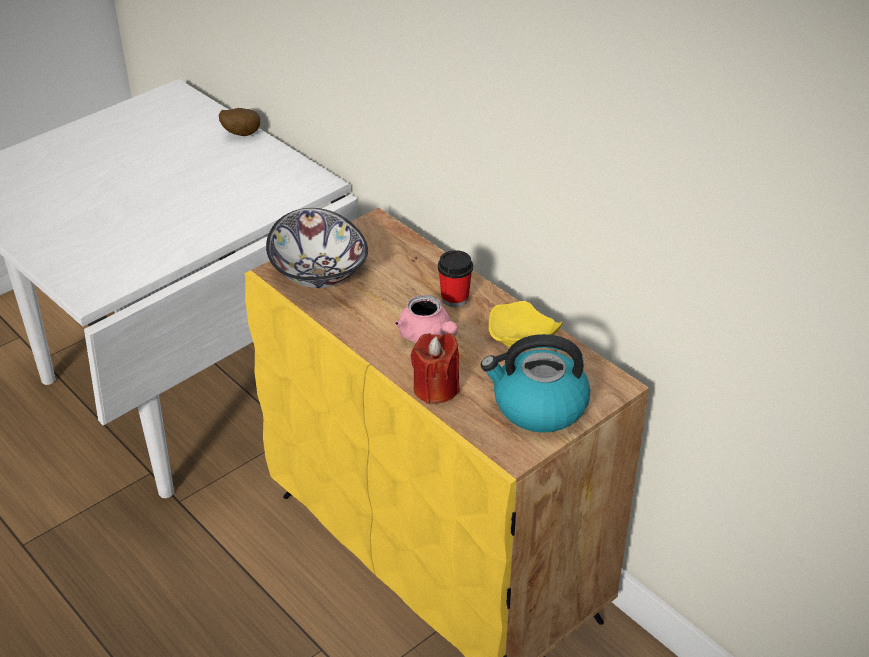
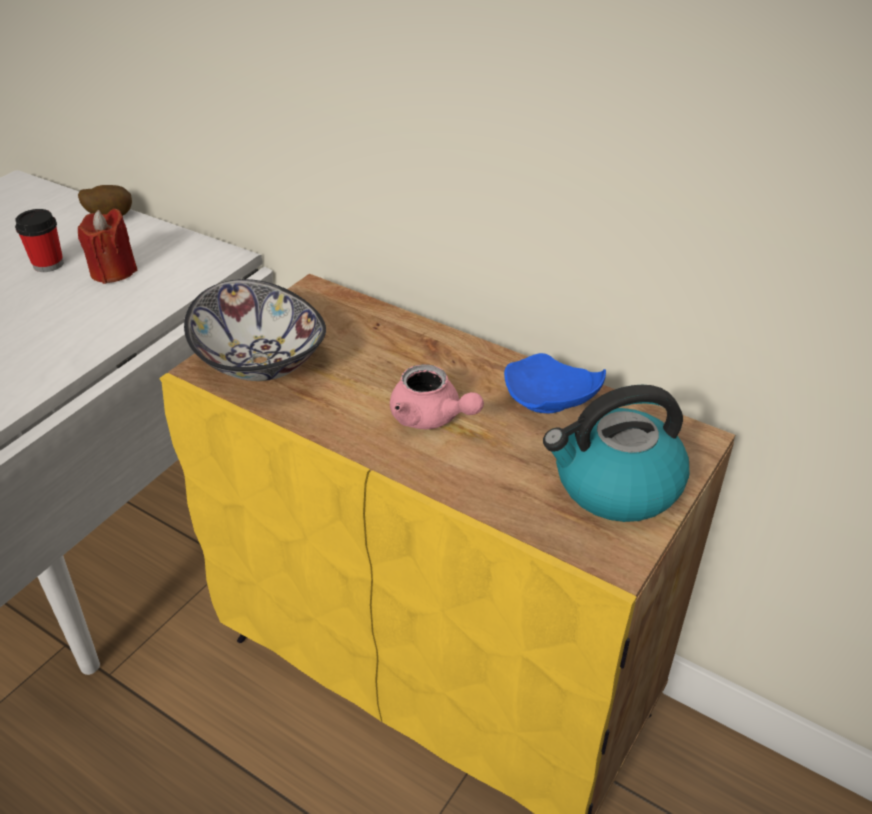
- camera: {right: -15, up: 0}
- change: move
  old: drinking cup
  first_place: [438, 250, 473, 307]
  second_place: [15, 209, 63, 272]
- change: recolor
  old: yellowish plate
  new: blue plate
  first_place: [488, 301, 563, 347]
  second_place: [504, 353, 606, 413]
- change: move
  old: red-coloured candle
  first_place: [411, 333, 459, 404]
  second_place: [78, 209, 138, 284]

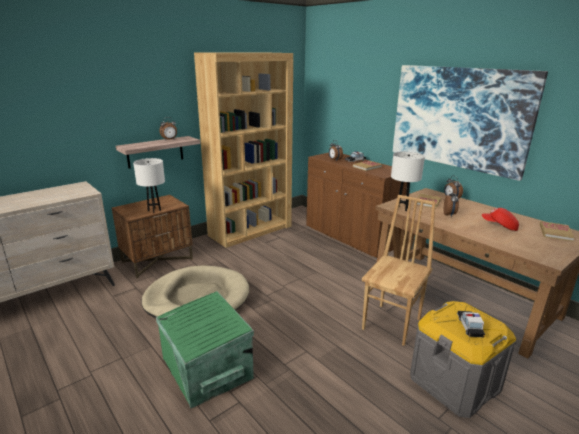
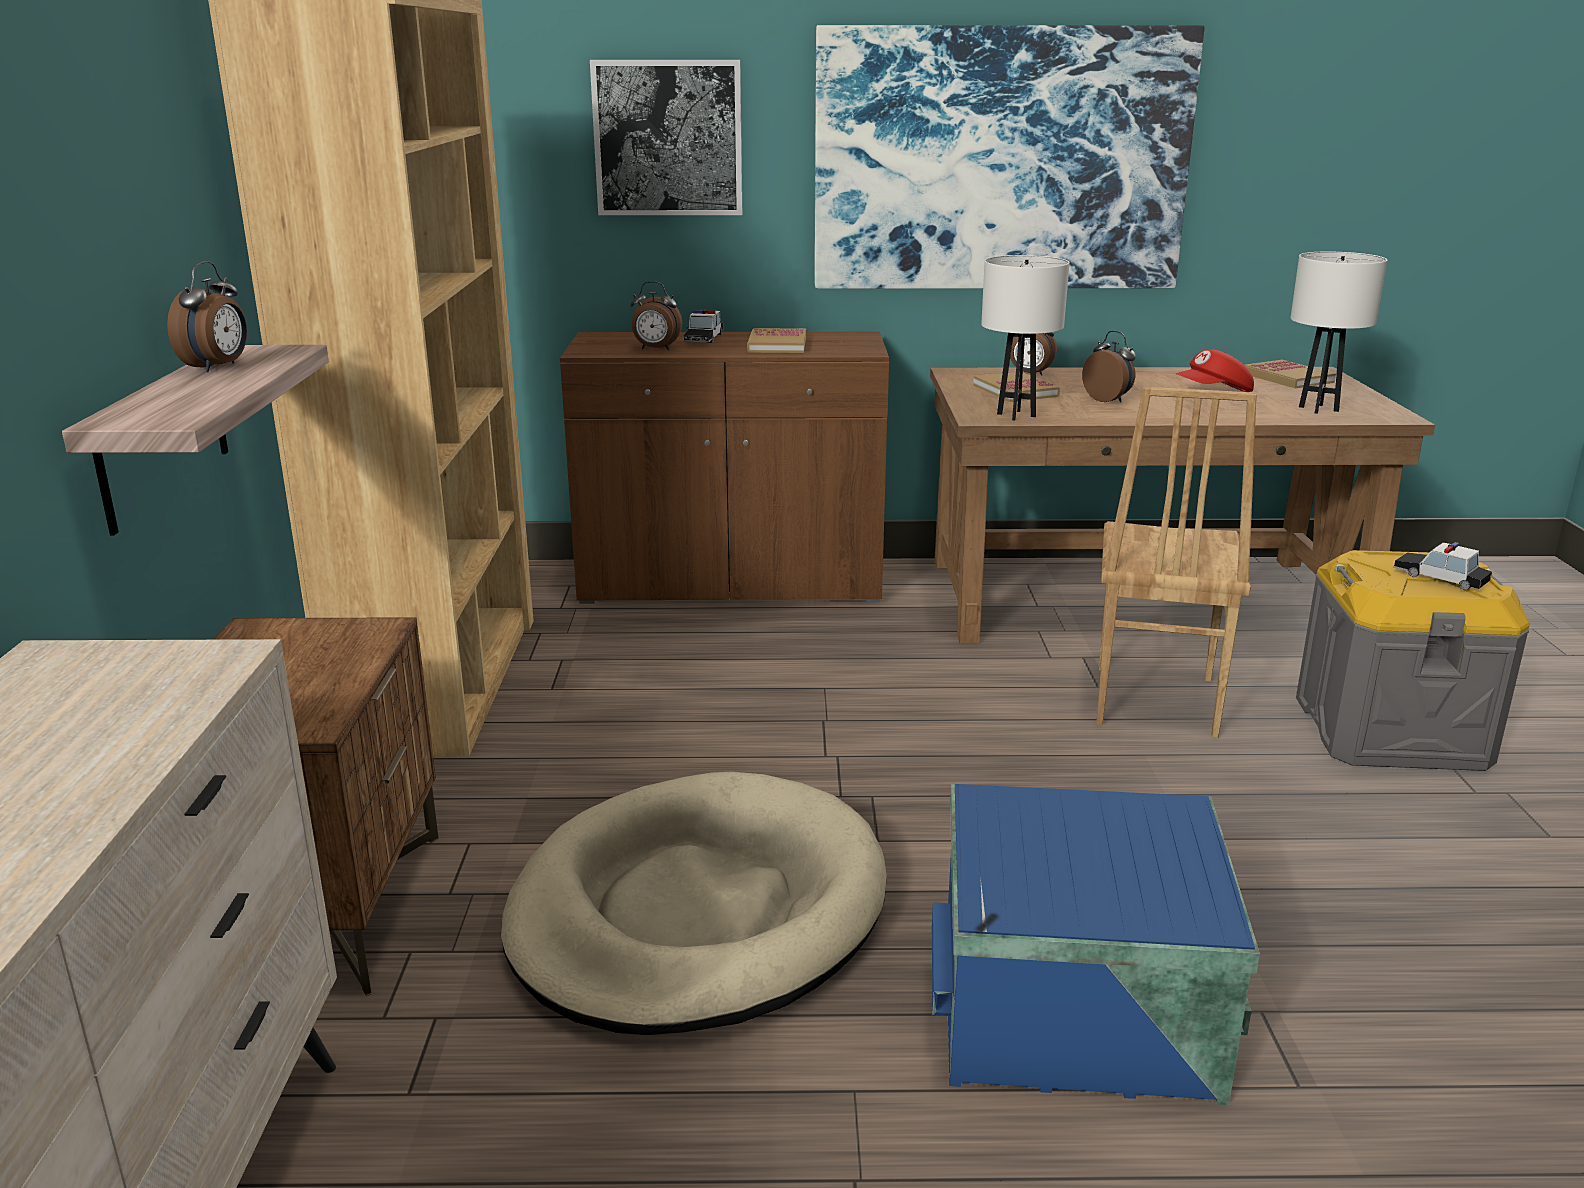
- camera: {right: -50, up: 0}
- change: move
  old: white table lamp
  first_place: [133, 158, 165, 213]
  second_place: [1290, 252, 1388, 414]
- change: rotate
  old: brown upright chair
  first_place: [362, 195, 436, 346]
  second_place: [1096, 387, 1257, 738]
  degrees: -150
- change: recolor
  old: green storage bin
  new: blue storage bin
  first_place: [156, 291, 254, 408]
  second_place: [932, 784, 1260, 1105]
- change: insert
  new: wall art
  second_place: [590, 60, 742, 215]

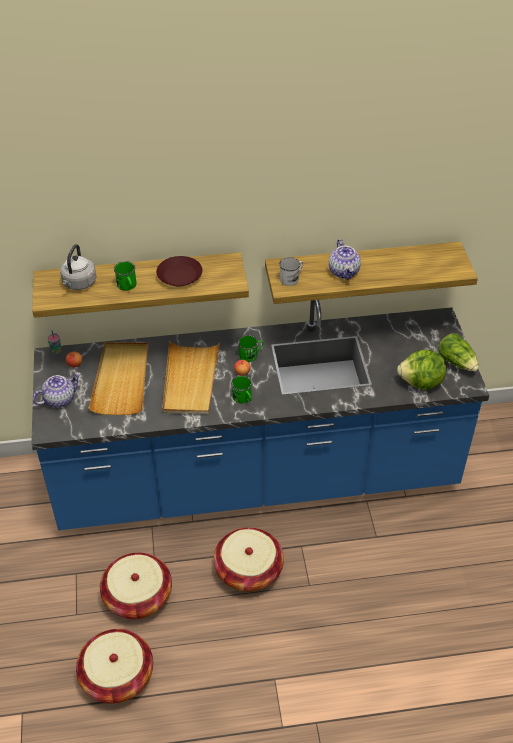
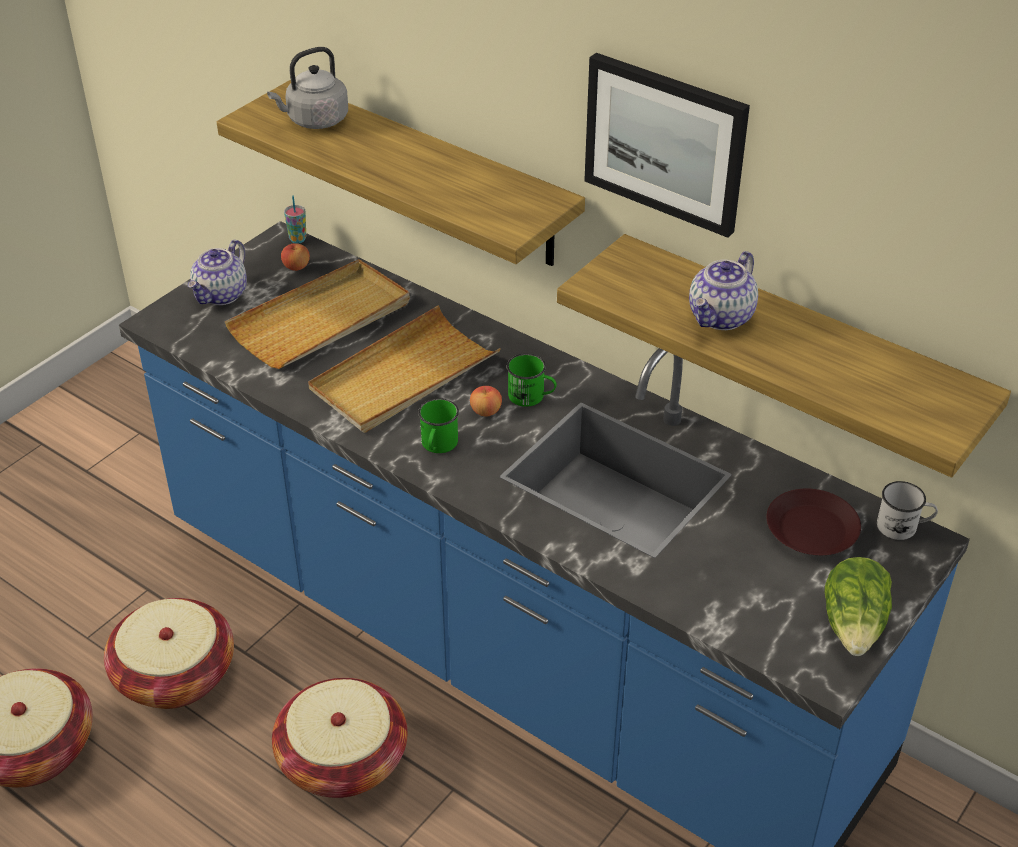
- camera: {right: 45, up: -5}
- change: move
  old: brown plate
  first_place: [156, 256, 202, 286]
  second_place: [766, 489, 861, 555]
- change: move
  old: white tea mug
  first_place: [279, 257, 304, 286]
  second_place: [877, 481, 938, 540]
- change: delete
  old: green tea mug
  first_place: [114, 261, 136, 291]
- change: delete
  old: lettuce head
  first_place: [397, 350, 446, 390]
- change: rotate
  old: tea pot
  first_place: [33, 372, 81, 408]
  second_place: [188, 240, 247, 305]
  degrees: 105
- change: insert
  new: wall art
  second_place: [584, 53, 750, 238]

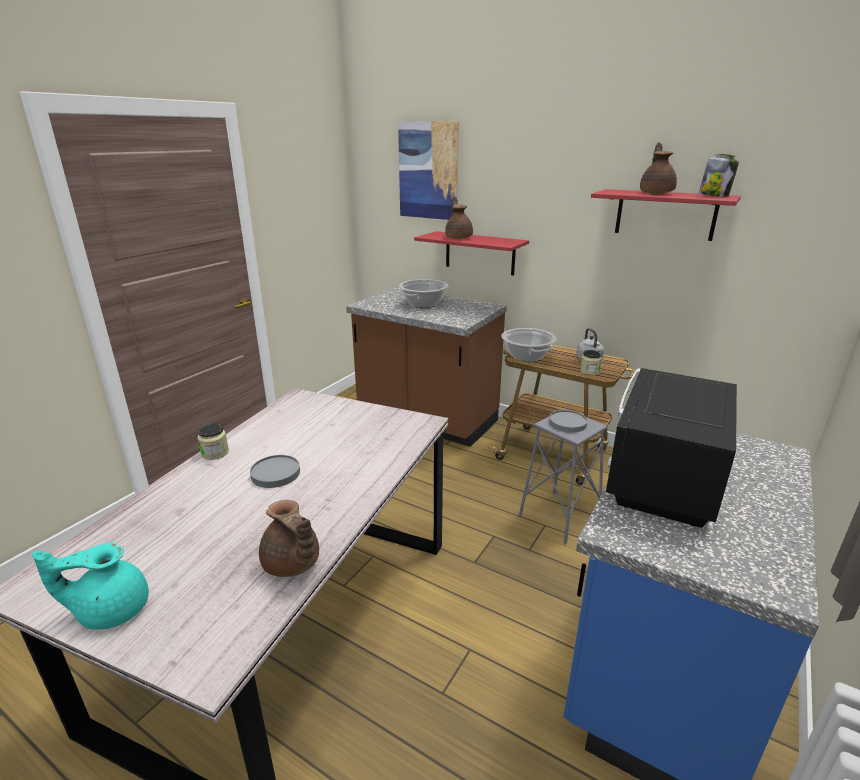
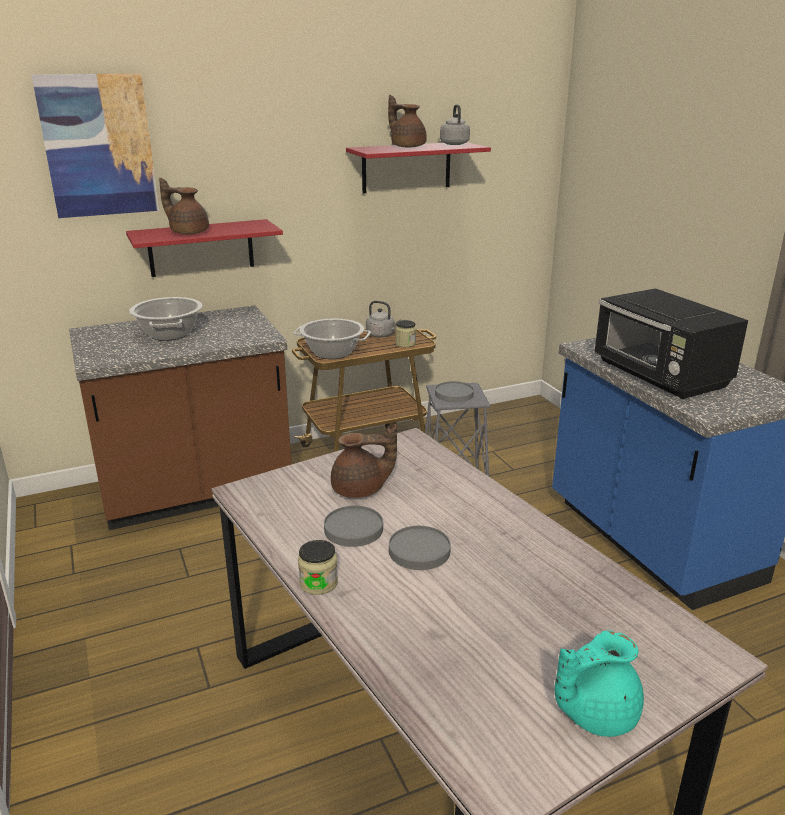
- camera: {right: -55, up: 0}
- change: replace
  old: preserve jar
  new: gray water kettle
  first_place: [699, 154, 739, 197]
  second_place: [440, 104, 470, 145]
- change: move
  old: brown tea pot
  first_place: [259, 500, 319, 577]
  second_place: [331, 424, 397, 498]
- change: rotate
  old: turquoise tea pot
  first_place: [32, 543, 149, 630]
  second_place: [555, 630, 644, 737]
  degrees: 45
- change: insert
  new: gray plate
  second_place: [324, 506, 383, 547]

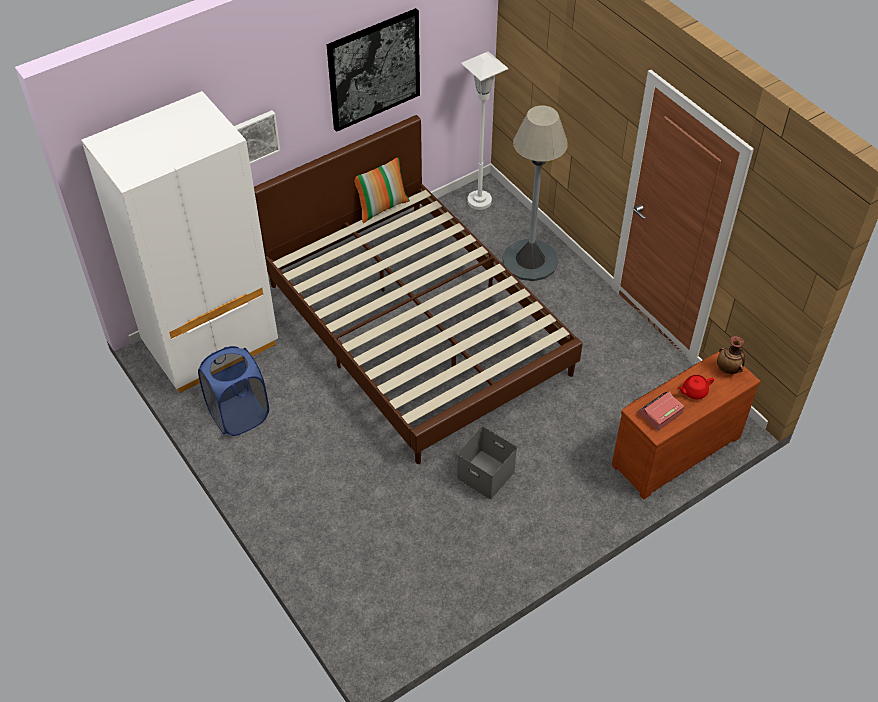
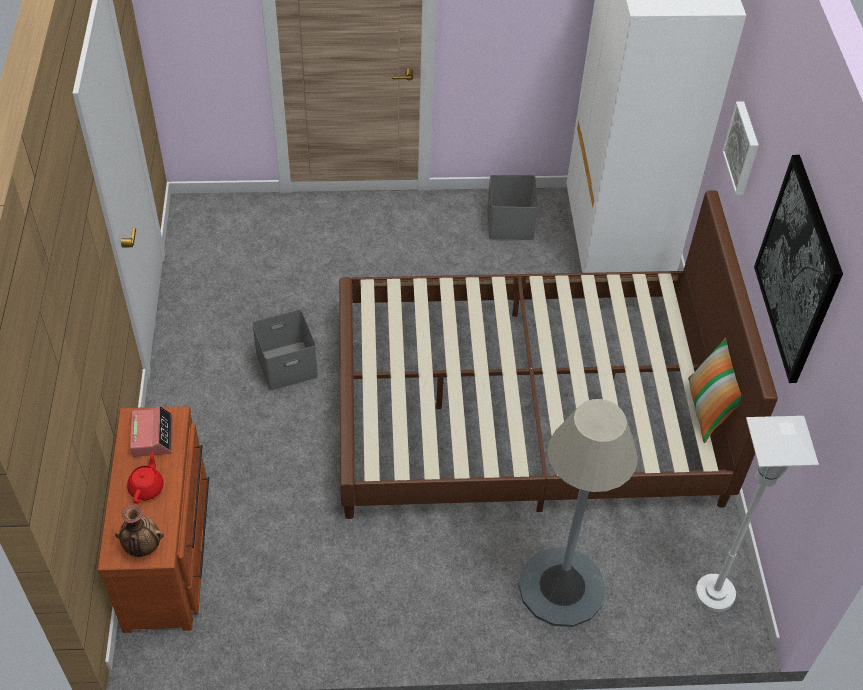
- camera: {right: 120, up: 0}
- change: replace
  old: blue hamper
  new: gray storage bin
  first_place: [198, 346, 269, 436]
  second_place: [487, 175, 538, 241]

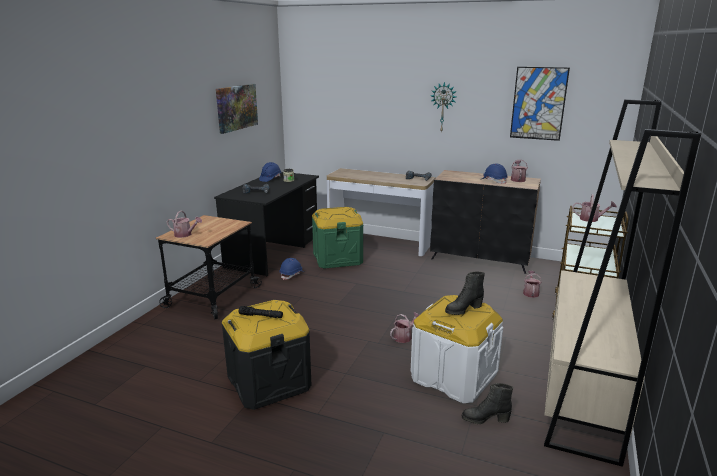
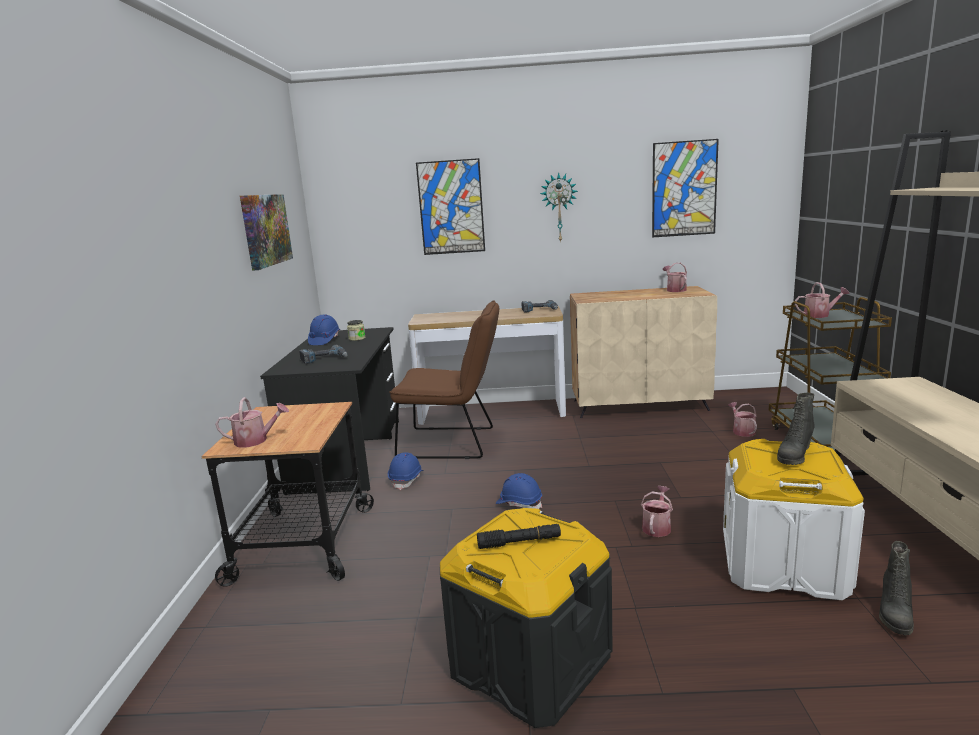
- camera: {right: -20, up: -5}
- change: move
  old: blue hard hat
  first_place: [482, 163, 508, 184]
  second_place: [496, 473, 542, 509]
- change: recolor
  old: black-coloured storage cabinet
  new: beige-coloured storage cabinet
  first_place: [430, 170, 541, 274]
  second_place: [570, 286, 717, 418]
- change: replace
  old: green storage bin
  new: brown upright chair
  first_place: [312, 207, 363, 269]
  second_place: [389, 300, 499, 459]
- change: rotate
  old: black-coloured tall boot
  first_place: [462, 383, 513, 424]
  second_place: [879, 541, 914, 635]
  degrees: -45
- change: insert
  new: wall art
  second_place: [416, 158, 485, 255]

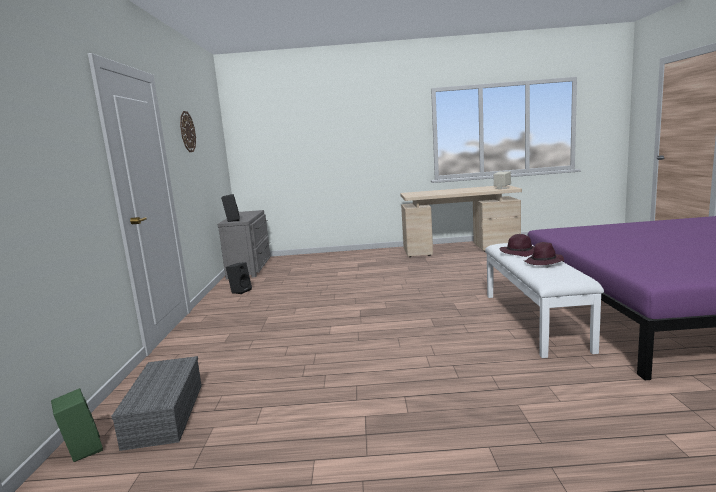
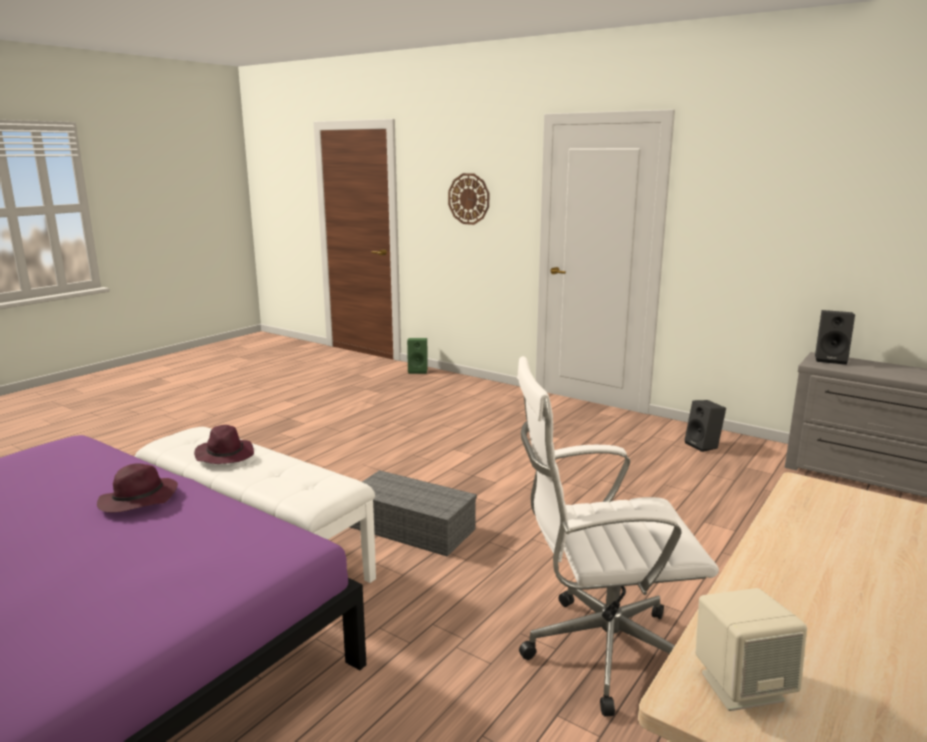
- camera: {right: 125, up: 5}
- change: move
  old: clock on the wall
  first_place: [180, 111, 196, 152]
  second_place: [448, 173, 489, 225]
- change: move
  old: purple-coloured hat
  first_place: [500, 234, 535, 257]
  second_place: [97, 463, 178, 513]
- change: move
  old: gray storage bin
  first_place: [111, 356, 202, 451]
  second_place: [350, 470, 477, 557]
- change: insert
  new: white office chair
  second_place: [517, 356, 719, 717]

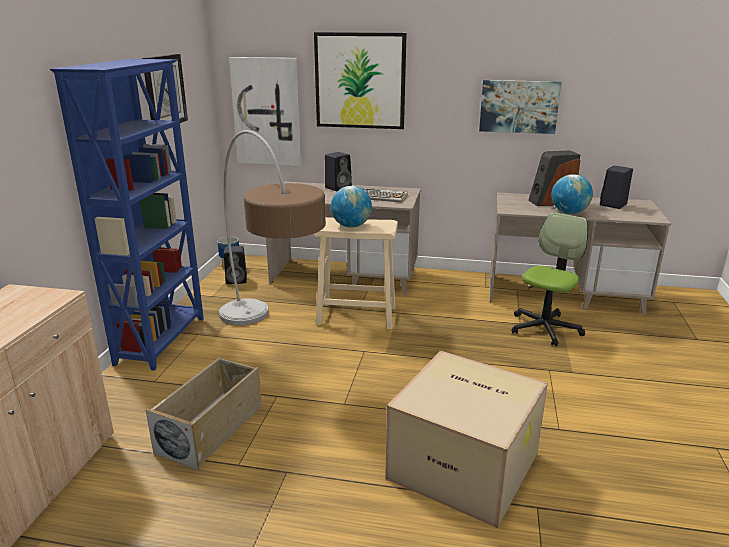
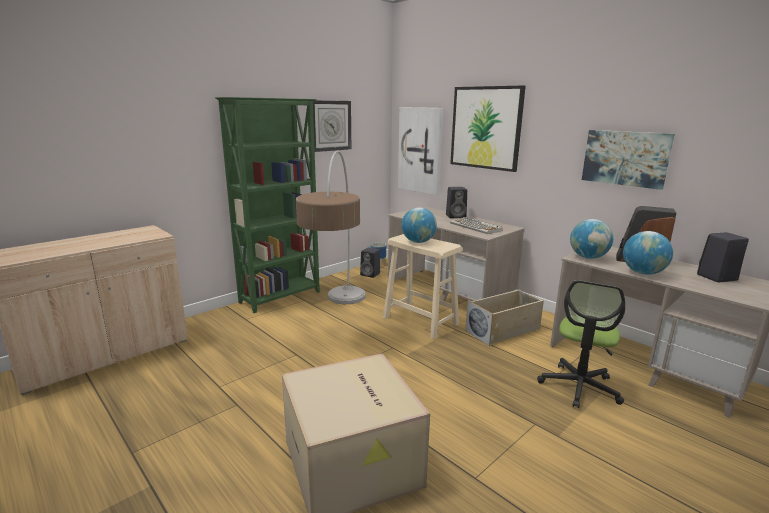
- camera: {right: 35, up: -5}
- change: recolor
  old: blue shelving unit
  new: green shelving unit
  first_place: [50, 59, 204, 371]
  second_place: [215, 97, 320, 313]
- change: rotate
  old: office chair
  first_place: [512, 212, 588, 346]
  second_place: [537, 280, 625, 409]
  degrees: 135
- change: move
  old: beige-coloured storage bin
  first_place: [146, 357, 262, 470]
  second_place: [465, 289, 544, 346]
- change: insert
  new: desk globe
  second_place: [570, 219, 613, 259]

